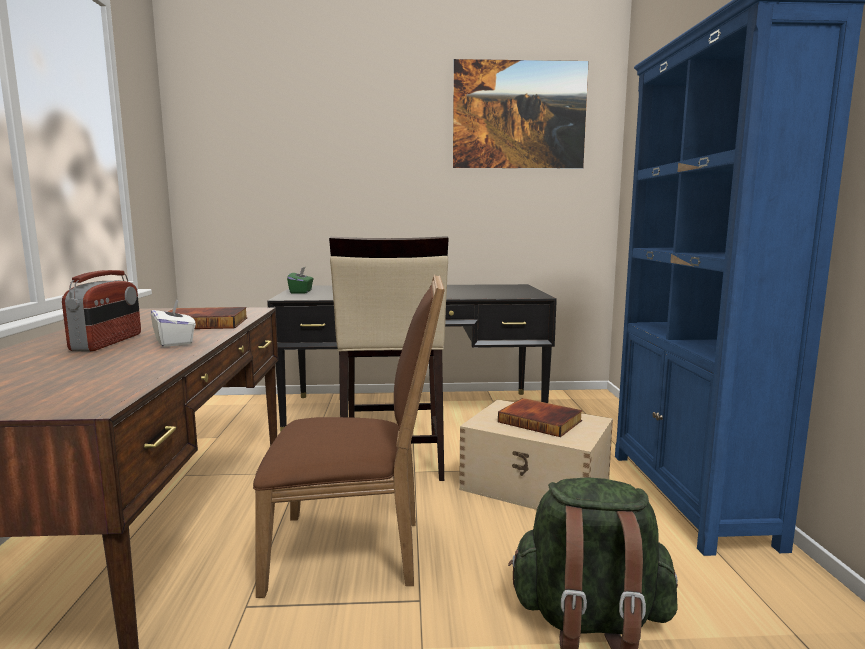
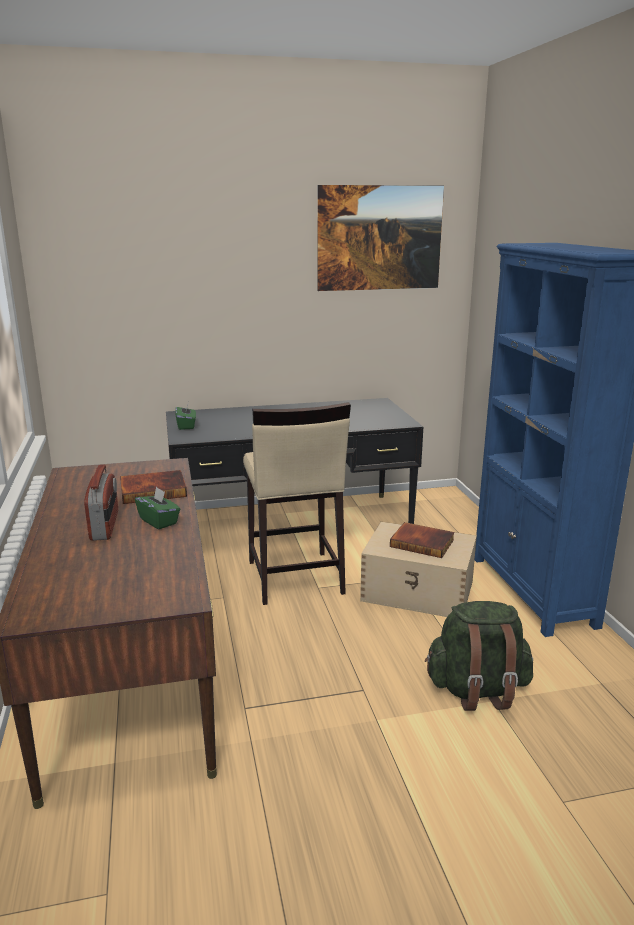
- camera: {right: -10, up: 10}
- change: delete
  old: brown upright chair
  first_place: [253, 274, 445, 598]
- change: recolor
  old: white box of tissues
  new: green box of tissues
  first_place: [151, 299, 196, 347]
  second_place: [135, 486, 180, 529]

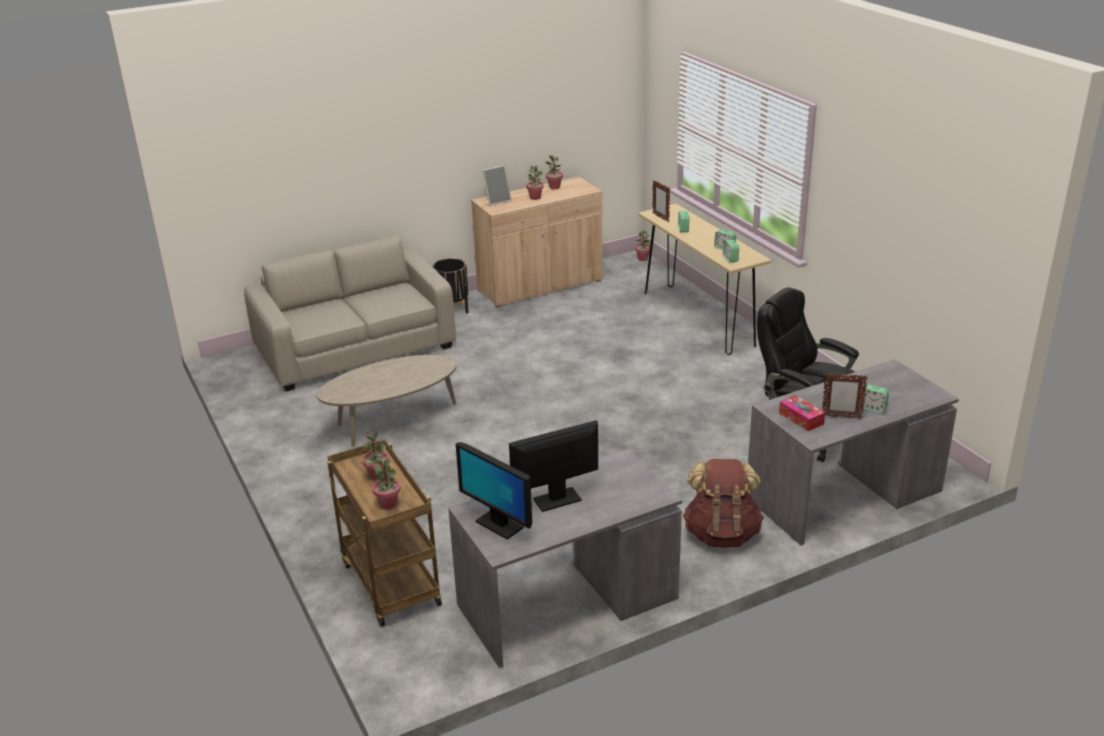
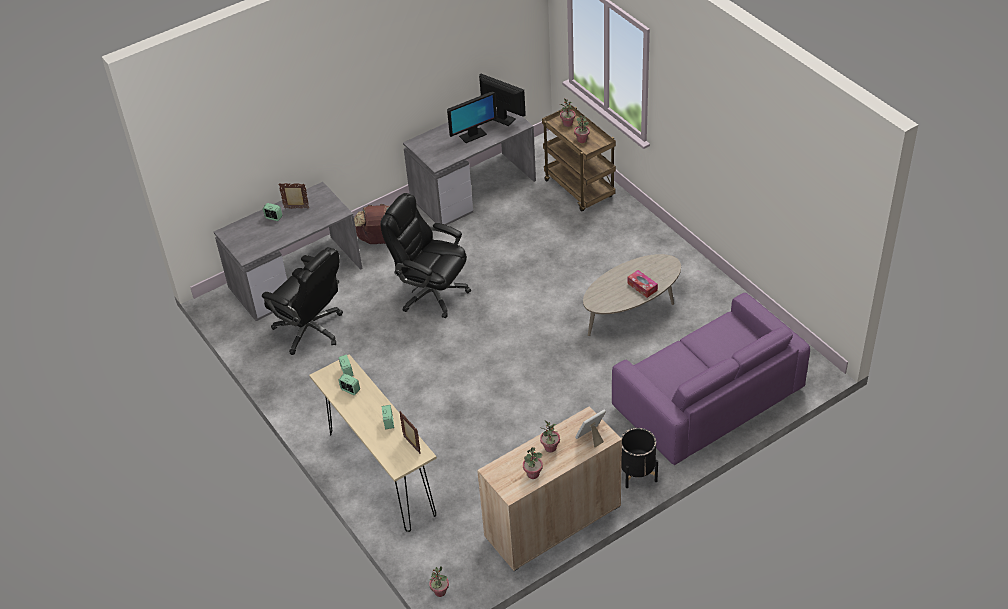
- camera: {right: 175, up: 15}
- change: recolor
  old: beige-coloured couch
  new: purple-coloured couch
  first_place: [244, 236, 456, 391]
  second_place: [612, 293, 810, 465]
- change: move
  old: box of tissues
  first_place: [779, 395, 825, 431]
  second_place: [627, 270, 658, 298]
- change: insert
  new: black-coloured office chair
  second_place: [380, 193, 471, 318]

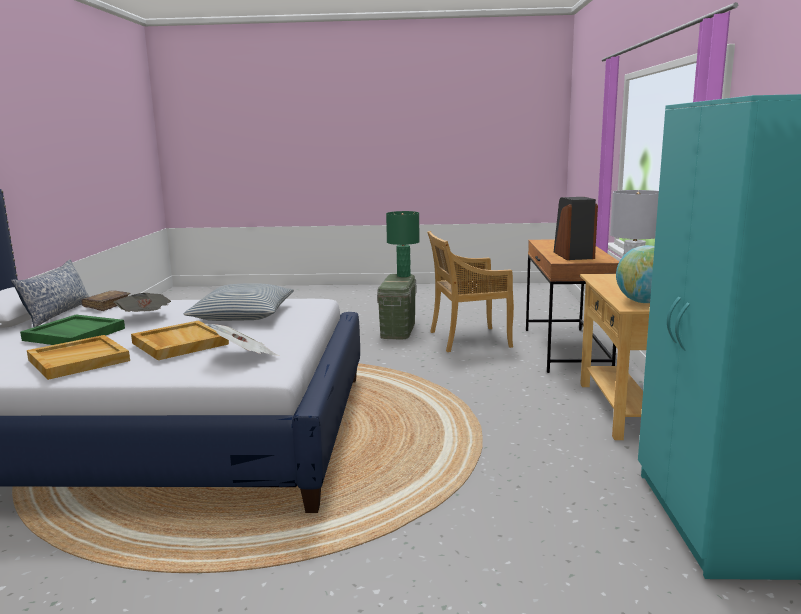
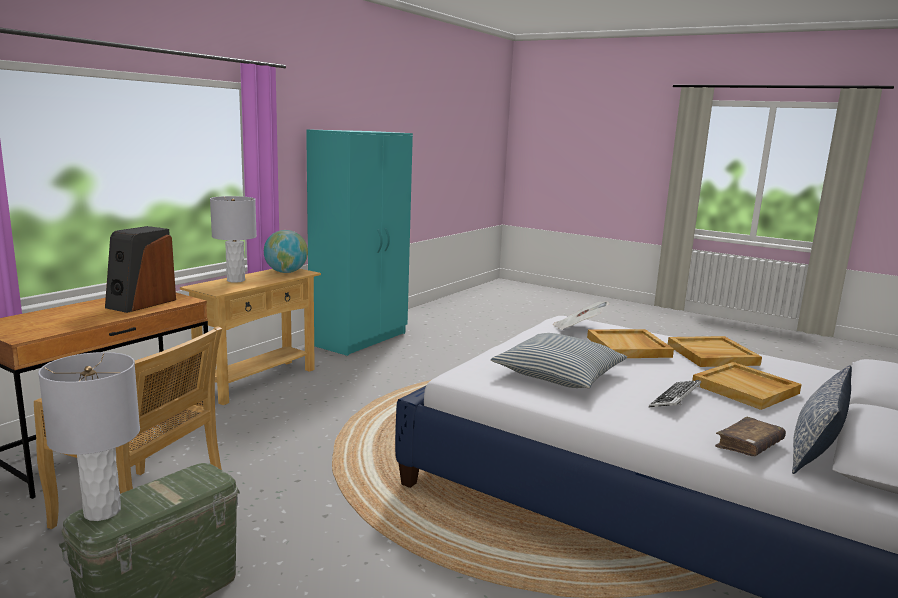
- camera: {right: -150, up: 0}
- change: recolor
  old: green table lamp
  new: gray table lamp
  first_place: [386, 211, 420, 277]
  second_place: [38, 352, 140, 521]
- change: replace
  old: daily paper
  new: keyboard
  first_place: [113, 293, 171, 312]
  second_place: [649, 380, 701, 407]
- change: recolor
  old: green tray
  new: beige-coloured tray
  first_place: [20, 315, 125, 345]
  second_place: [692, 362, 802, 410]

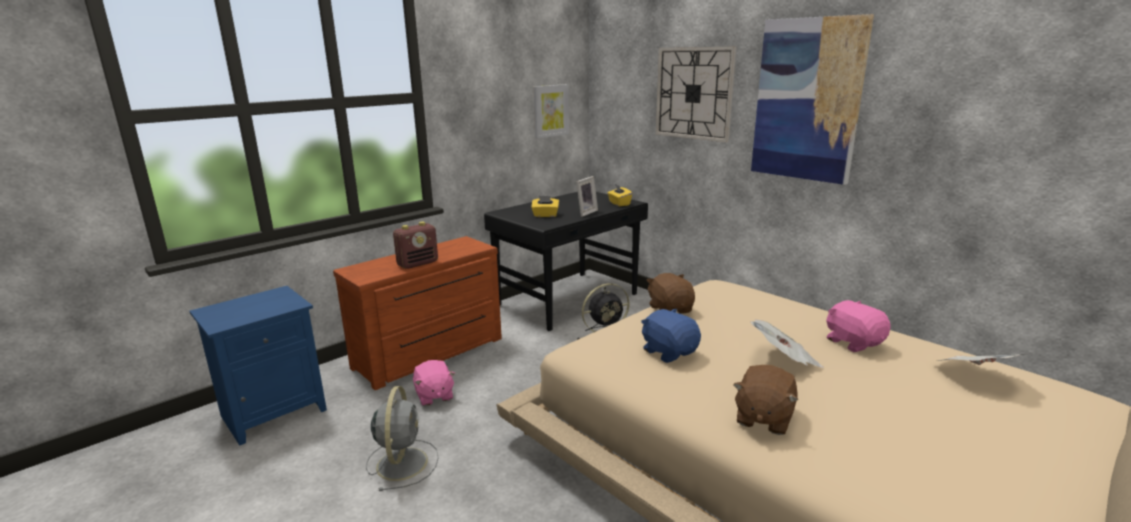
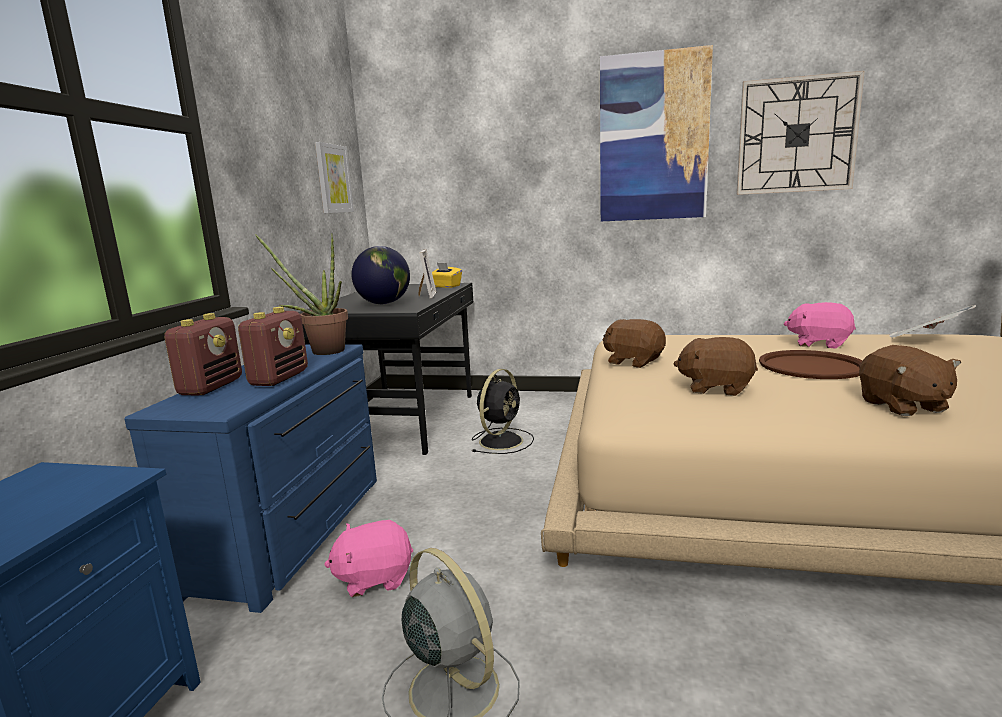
- camera: {right: -35, up: -5}
- change: move
  old: clock on the wall
  first_place: [656, 47, 736, 142]
  second_place: [737, 71, 864, 195]
- change: replace
  old: yellowish box of tissues
  new: desk globe
  first_place: [531, 196, 559, 217]
  second_place: [352, 246, 410, 304]
- change: recolor
  old: brown drawer chest
  new: blue drawer chest
  first_place: [333, 236, 502, 390]
  second_place: [124, 344, 377, 613]
- change: recolor
  old: blue soft toy
  new: brown soft toy
  first_place: [641, 309, 701, 363]
  second_place: [674, 337, 758, 396]
- change: replace
  old: daily paper
  new: brown tray
  first_place: [750, 320, 824, 368]
  second_place: [759, 350, 862, 379]
- change: rotate
  old: pink-coloured soft toy
  first_place: [413, 360, 455, 406]
  second_place: [324, 520, 413, 597]
  degrees: 135
- change: insert
  new: houseplant
  second_place: [255, 233, 348, 355]
- change: insert
  new: radio
  second_place: [164, 313, 242, 396]

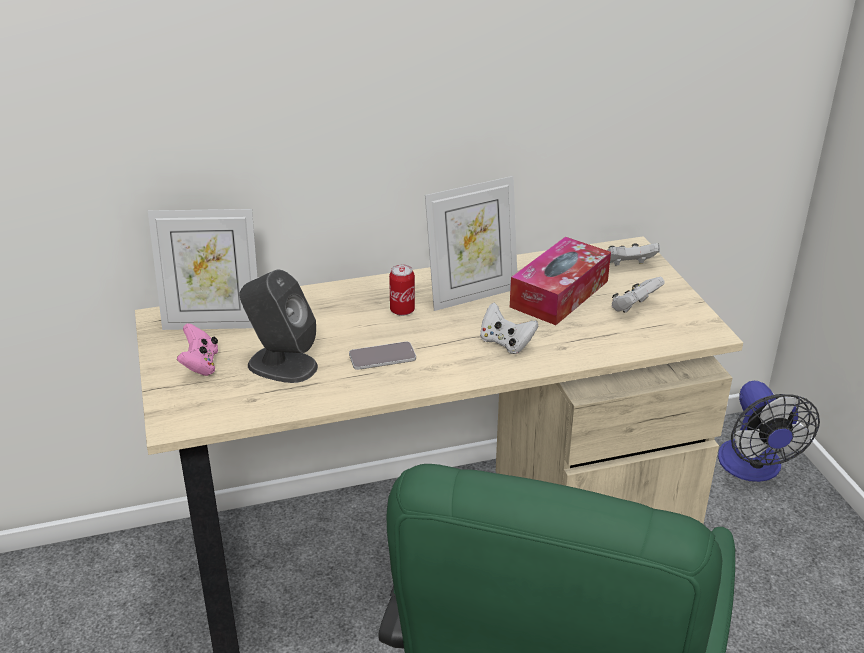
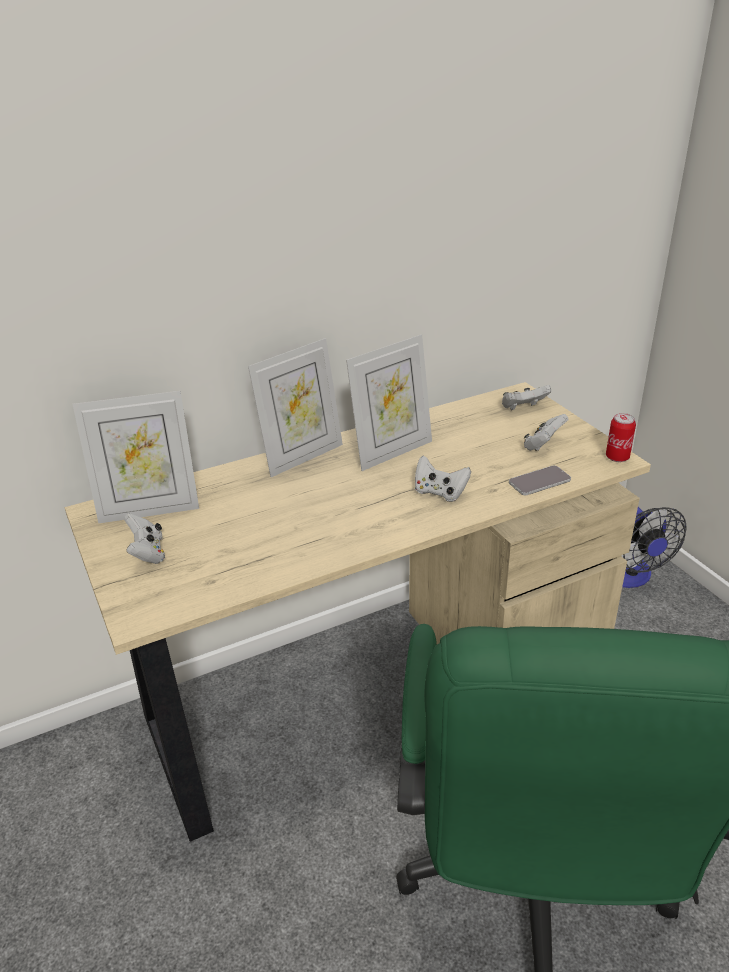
- camera: {right: -10, up: 0}
- change: delete
  old: box of tissues
  first_place: [510, 236, 611, 325]
- change: move
  old: sealed can
  first_place: [389, 264, 415, 316]
  second_place: [606, 413, 636, 462]
- change: delete
  old: gray audio speaker
  first_place: [239, 270, 318, 383]
- change: recolor
  old: pink-coloured joypad
  new: white joypad
  first_place: [177, 323, 218, 376]
  second_place: [124, 513, 165, 564]
- change: move
  old: handset
  first_place: [349, 342, 416, 370]
  second_place: [509, 466, 571, 495]
- change: insert
  new: picture frame
  second_place: [248, 338, 343, 477]

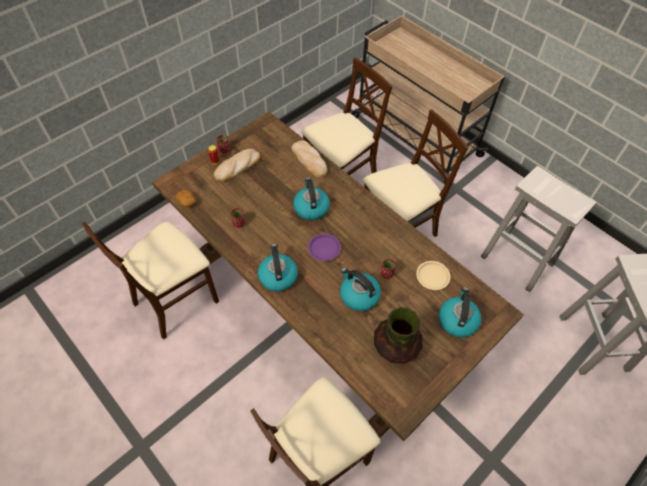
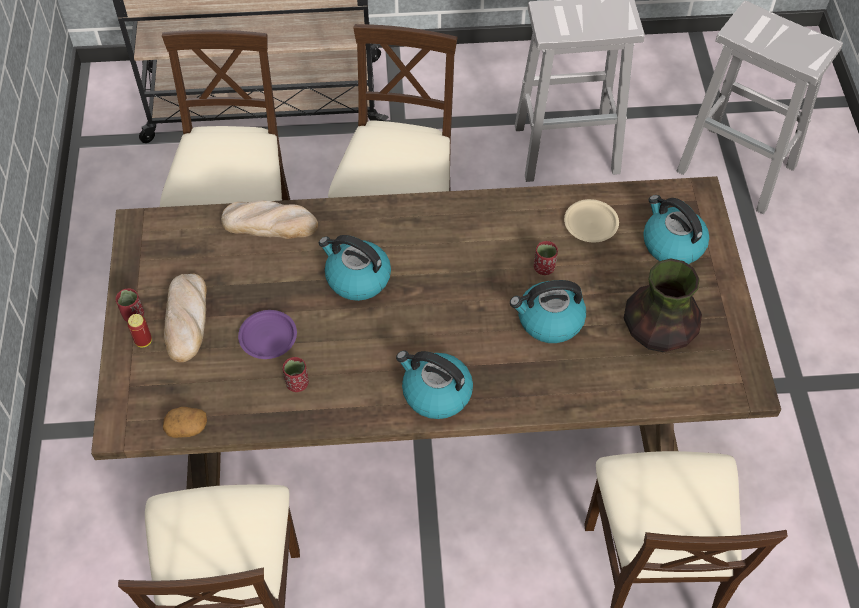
- camera: {right: -50, up: 0}
- change: move
  old: purple-coloured plate
  first_place: [308, 234, 341, 261]
  second_place: [238, 310, 297, 359]

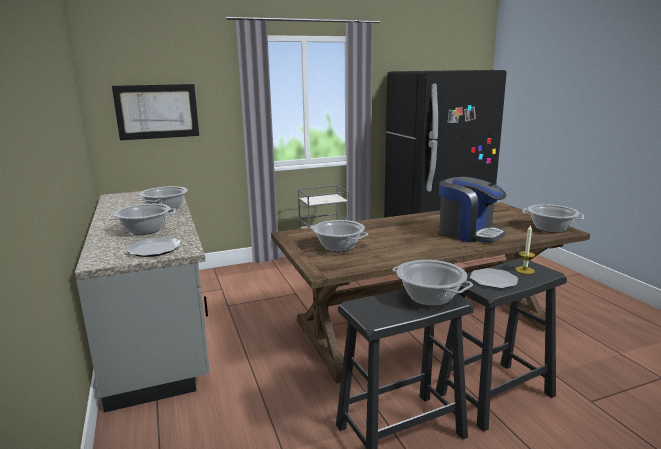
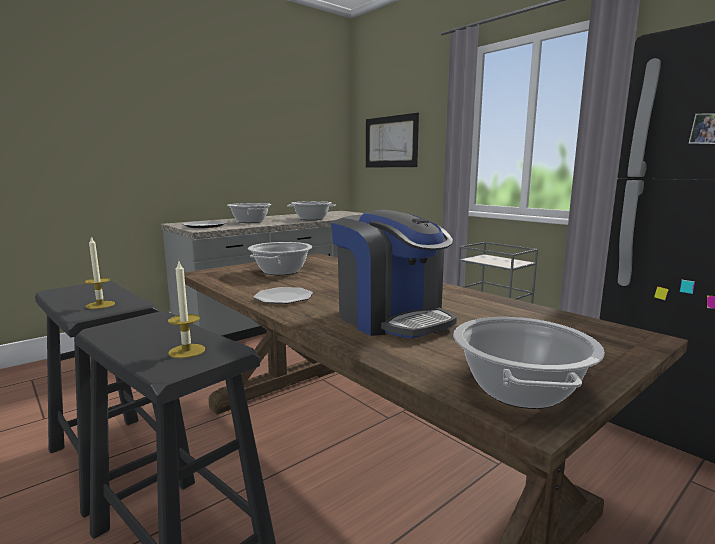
- camera: {right: 70, up: -5}
- change: rotate
  old: coffee maker
  first_place: [439, 177, 506, 243]
  second_place: [331, 210, 457, 339]
  degrees: -60
- change: replace
  old: stockpot
  new: candle
  first_place: [393, 260, 473, 306]
  second_place: [84, 236, 115, 309]
- change: move
  old: plate
  first_place: [470, 268, 518, 288]
  second_place: [254, 287, 313, 304]

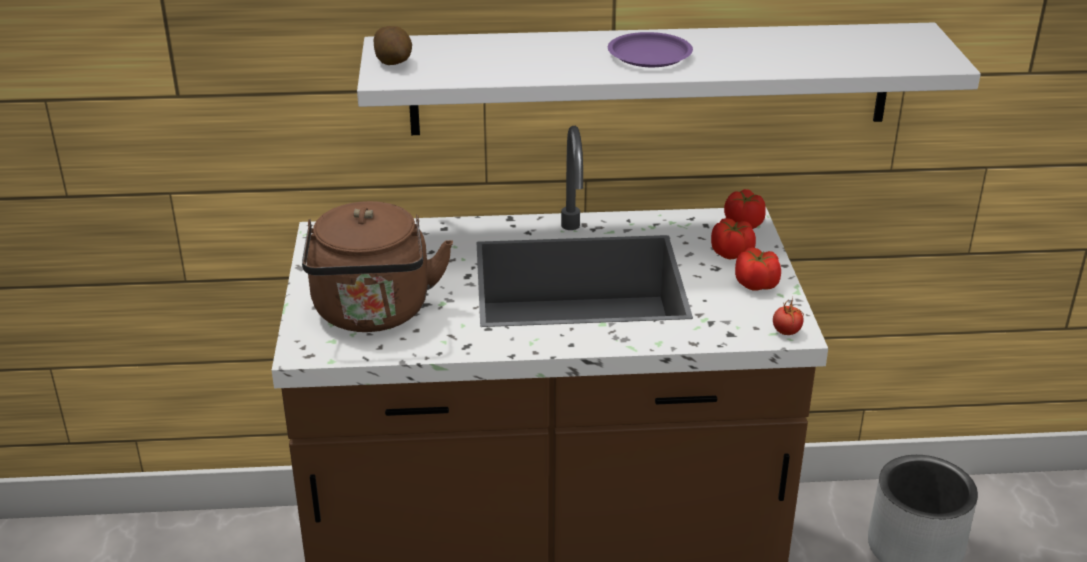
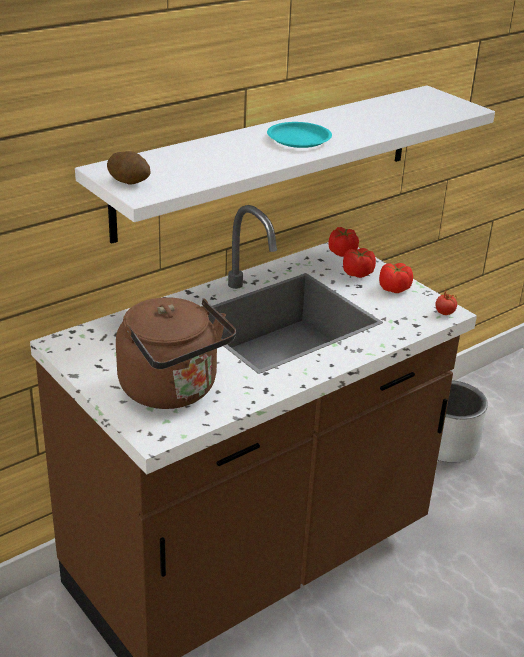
- camera: {right: -35, up: 0}
- change: recolor
  old: purple-coloured plate
  new: turquoise plate
  first_place: [608, 32, 693, 67]
  second_place: [267, 122, 332, 148]

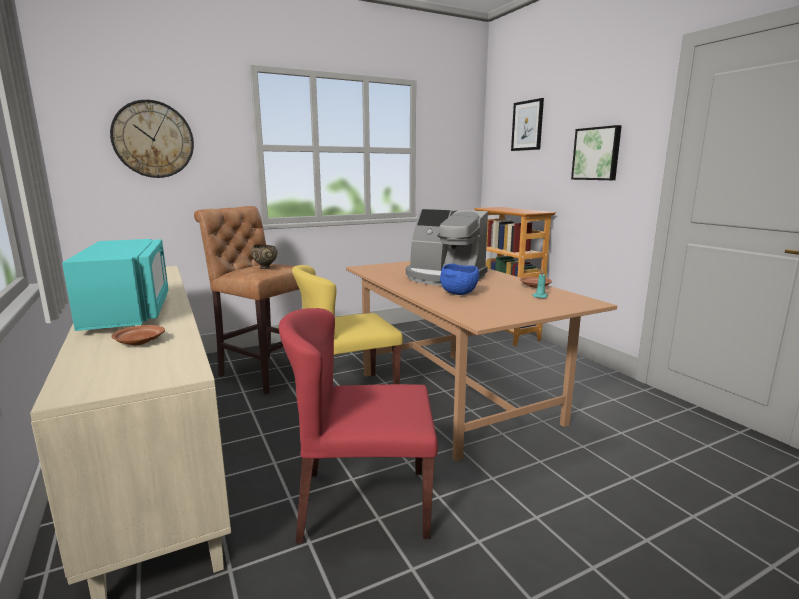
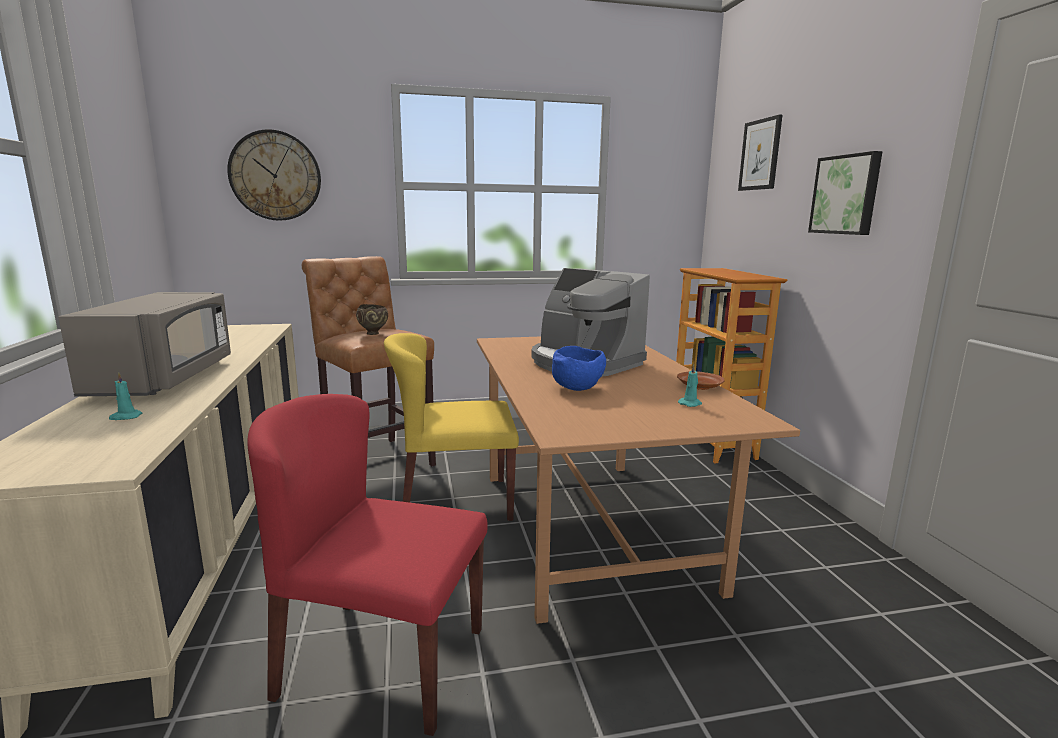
- camera: {right: 15, up: 0}
- change: recolor
  old: turquoise kitchen microwave
  new: gray kitchen microwave
  first_place: [62, 239, 168, 331]
  second_place: [58, 292, 231, 397]
- change: replace
  old: brown plate
  new: turquoise candle
  first_place: [111, 325, 165, 345]
  second_place: [109, 372, 143, 420]

